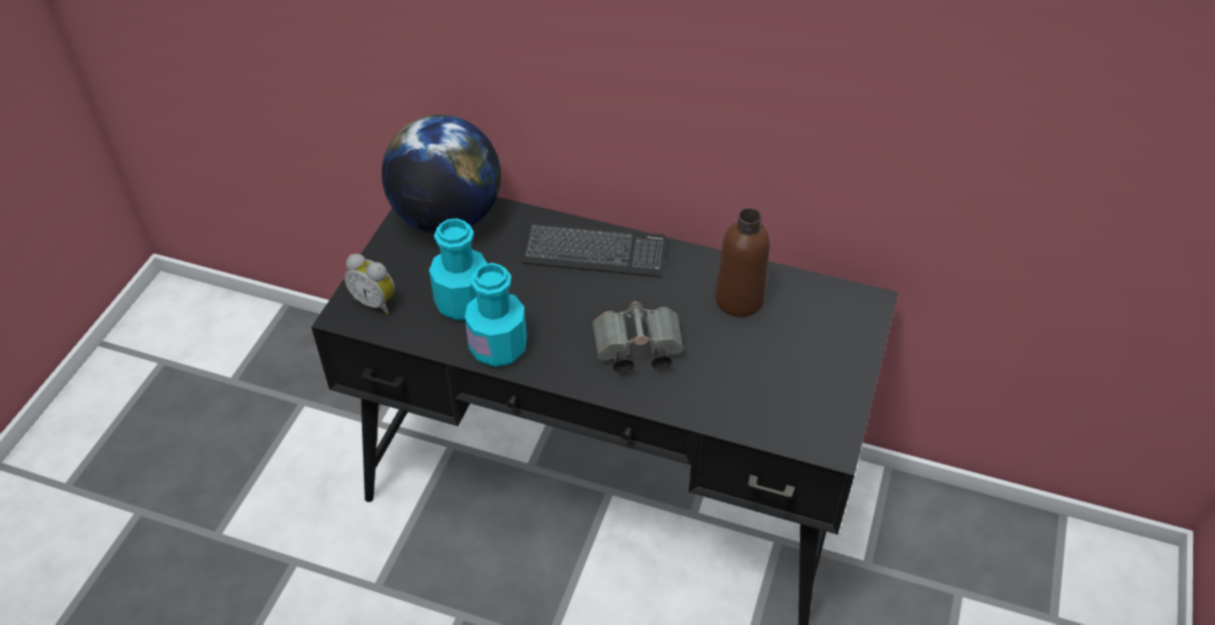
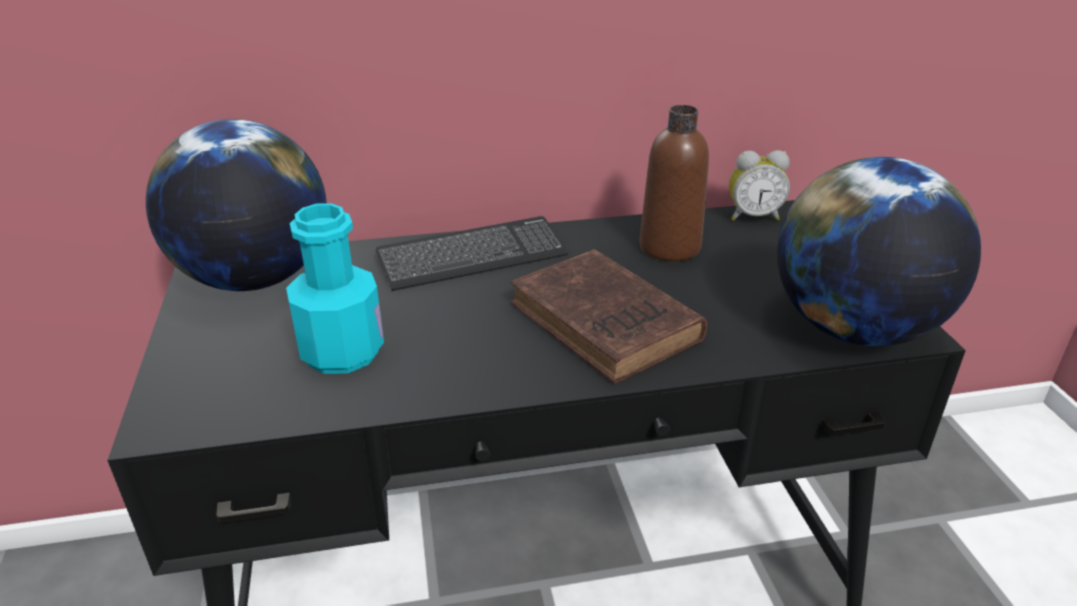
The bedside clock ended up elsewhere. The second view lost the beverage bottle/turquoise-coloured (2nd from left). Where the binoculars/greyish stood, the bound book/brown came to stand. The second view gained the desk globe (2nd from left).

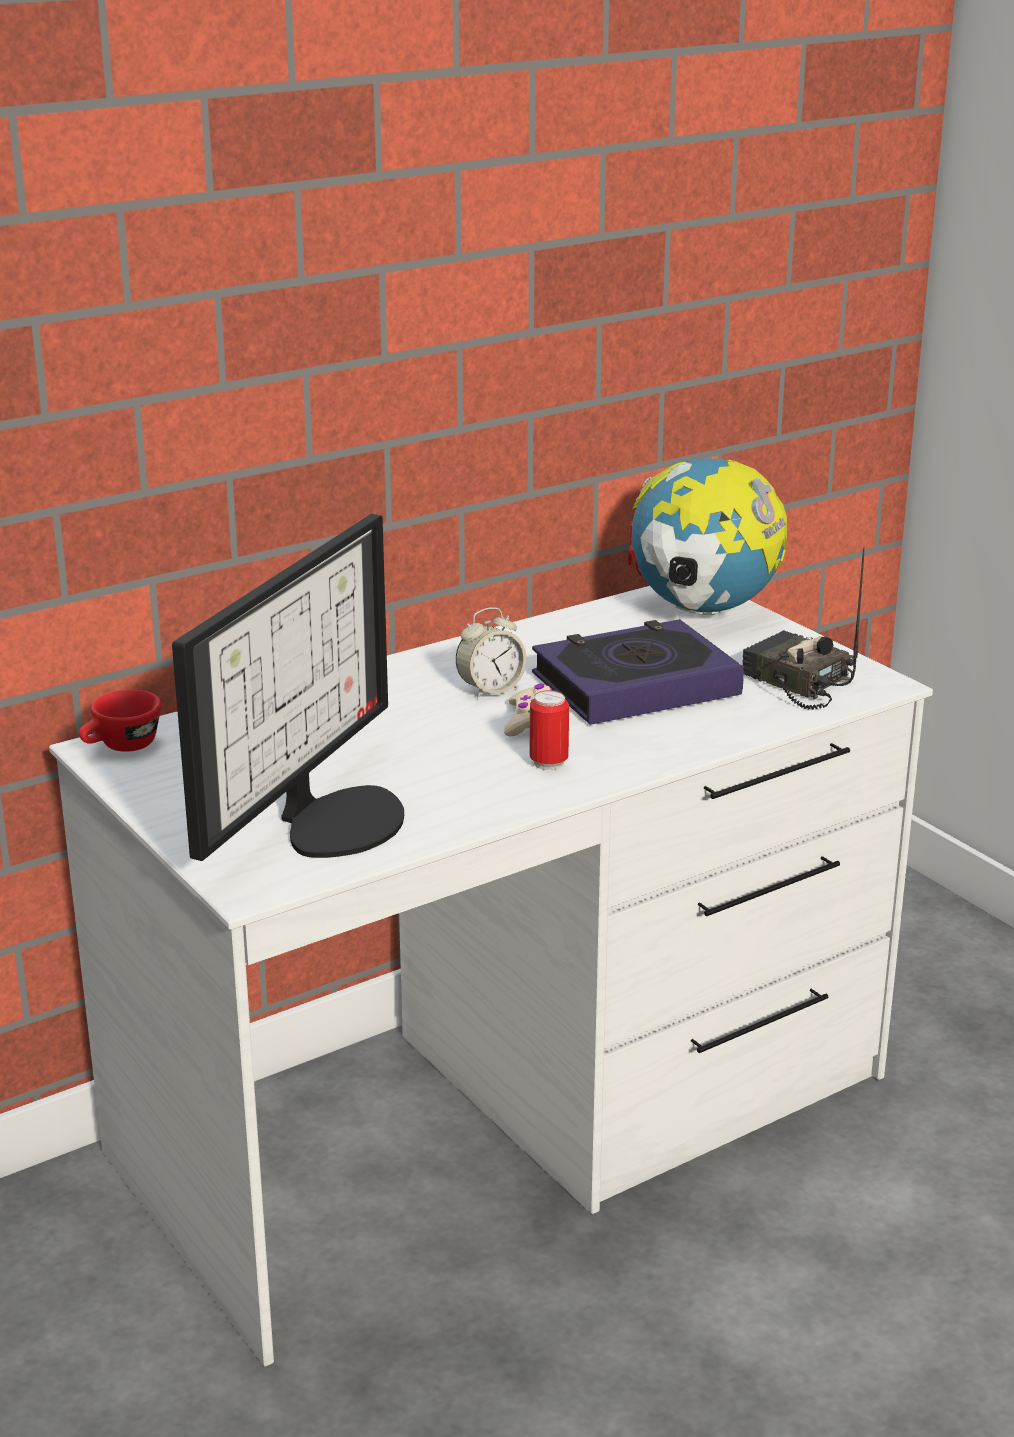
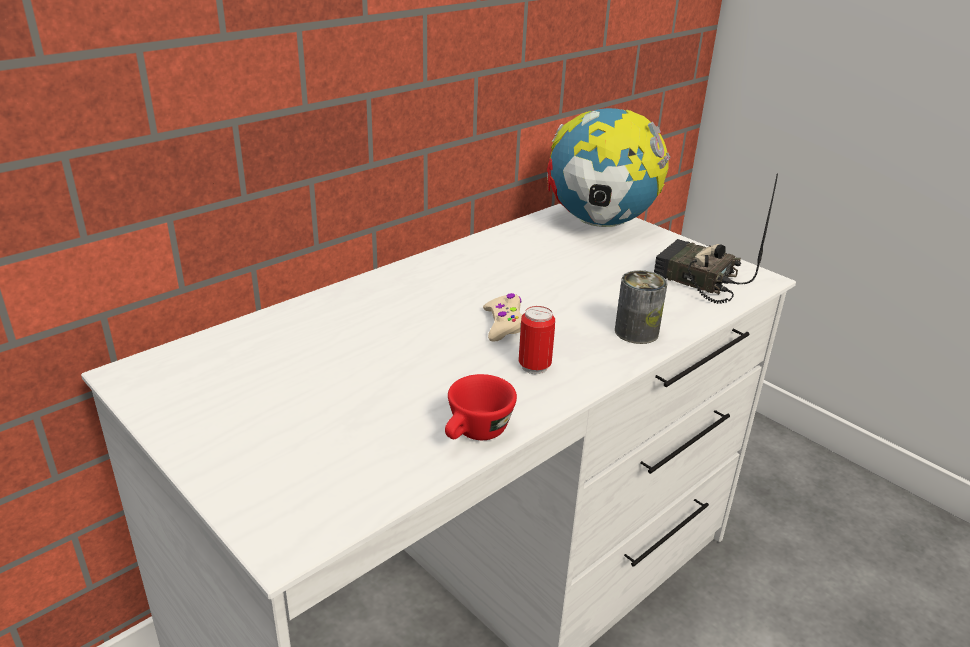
The cup/red ended up elsewhere. The second view lost the monitor. The second view lost the bedside clock. The second view lost the bound book. The second view gained the metal can (2nd from left).

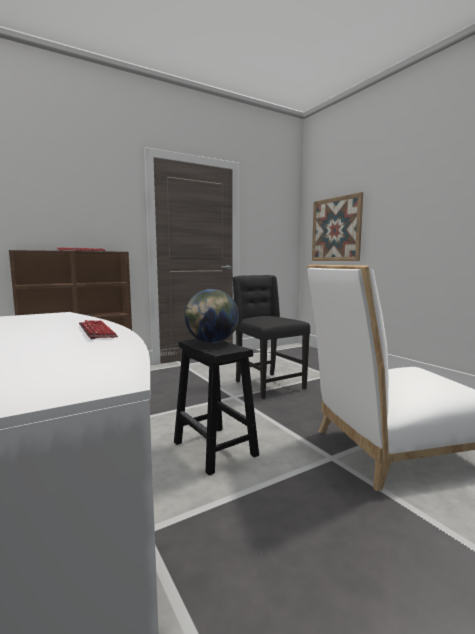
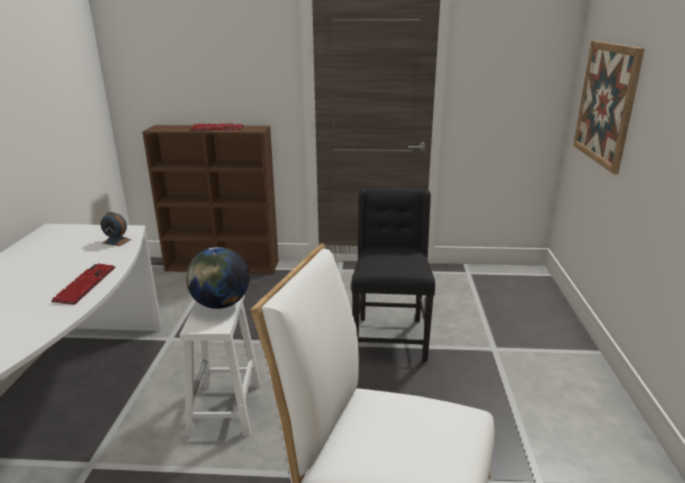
What was the stool seat/black turned into the stool seat/white. The second view gained the bedside clock.

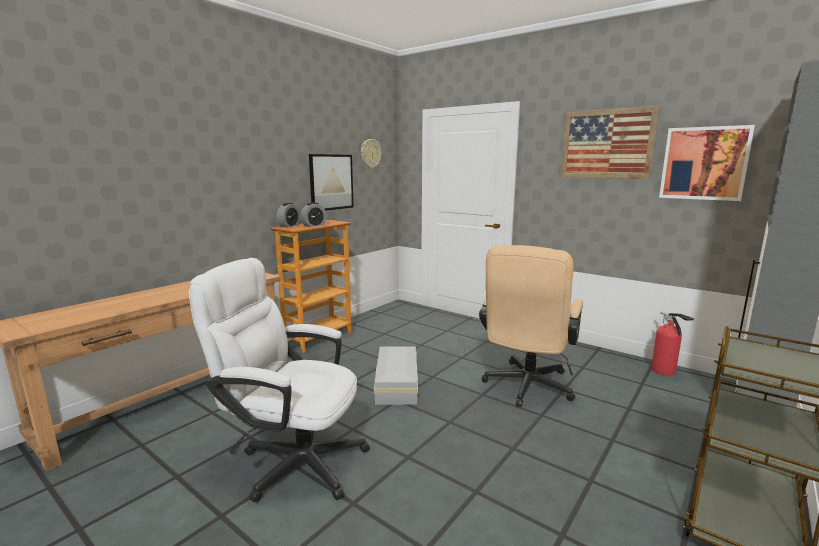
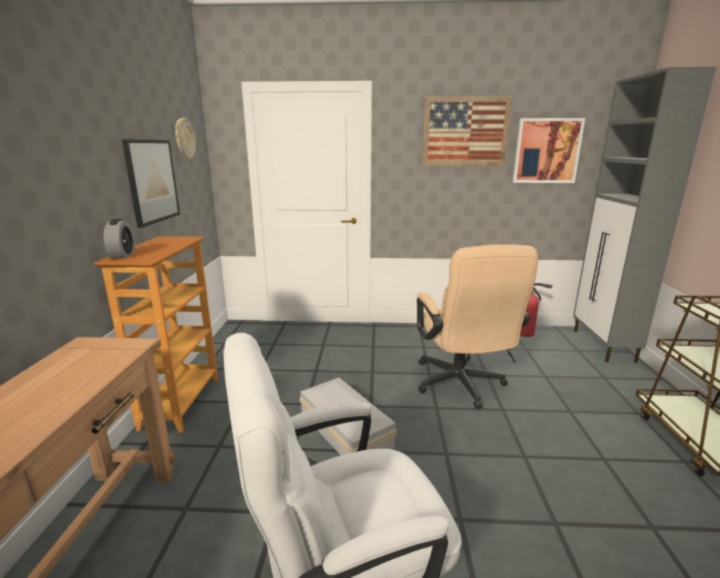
The second view lost the bedside clock (2nd from left).

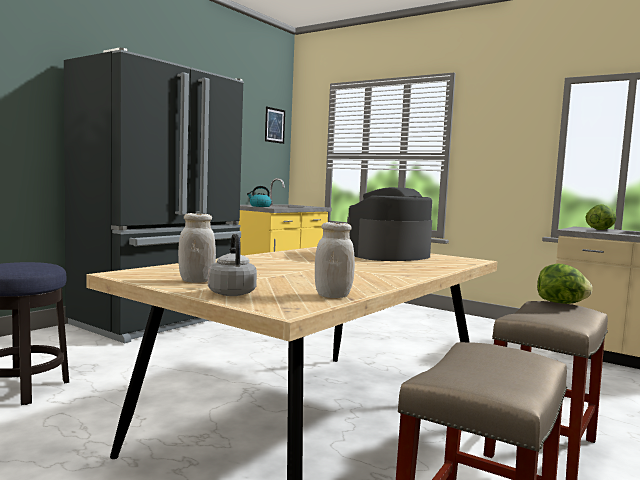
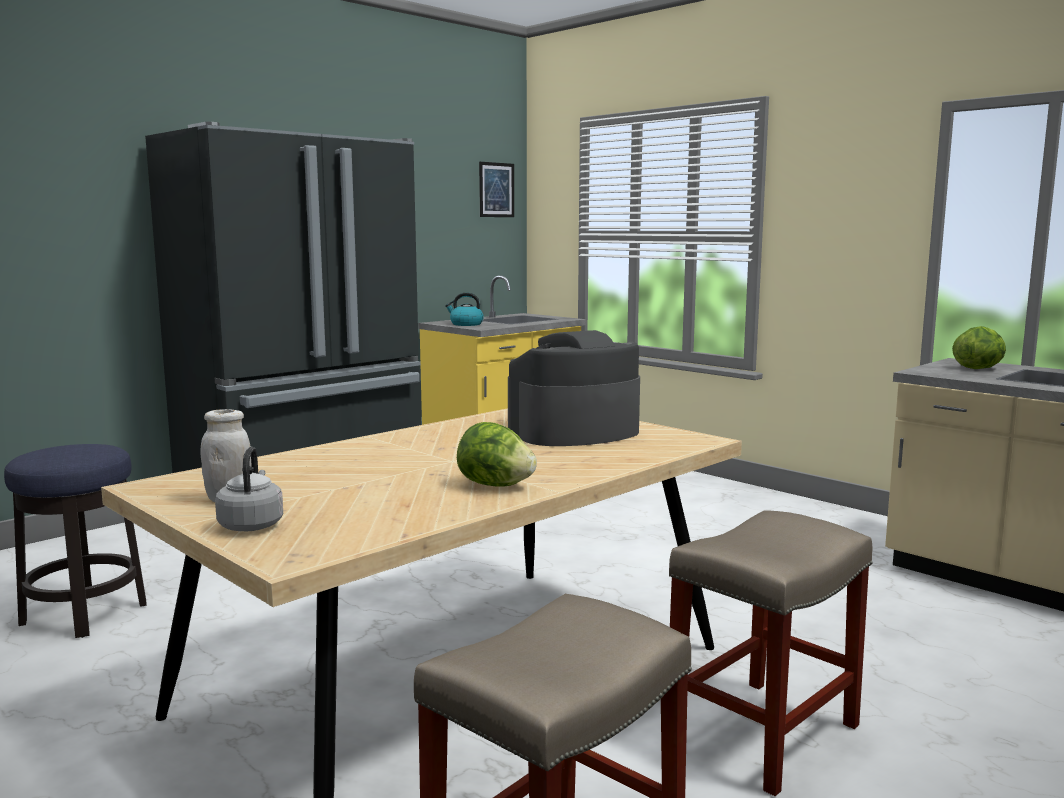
The second view lost the preserve jar/white (2nd from left). The lettuce (1st from left) ended up elsewhere.

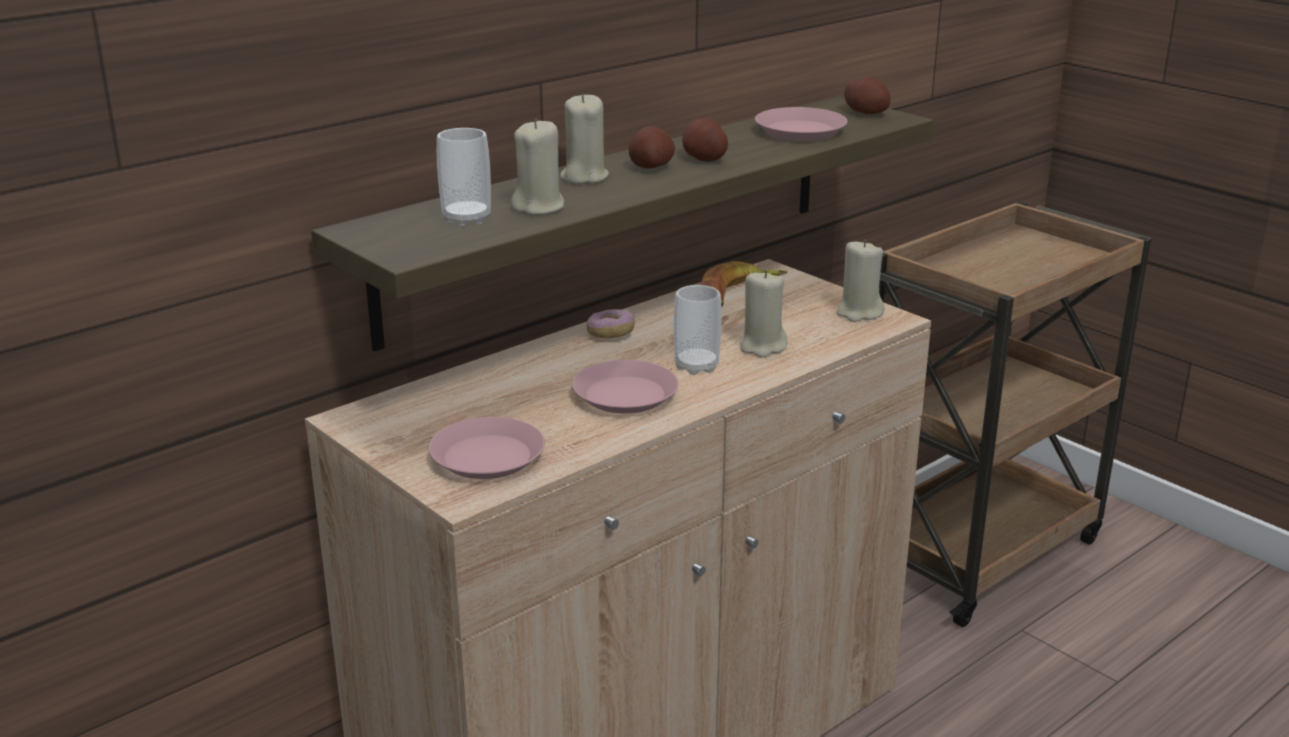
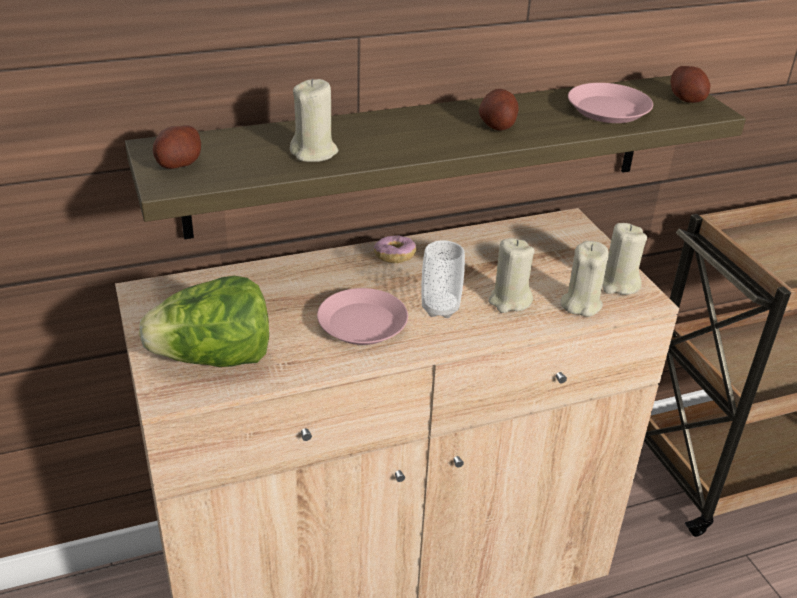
Where the flat dish/pink (1st from left) stood, the lettuce came to stand. The second view lost the cup (1st from left). The candle/sand-coloured (2nd from left in the first image) ended up elsewhere. The whole potato (1st from left) ended up elsewhere. The second view lost the banana.

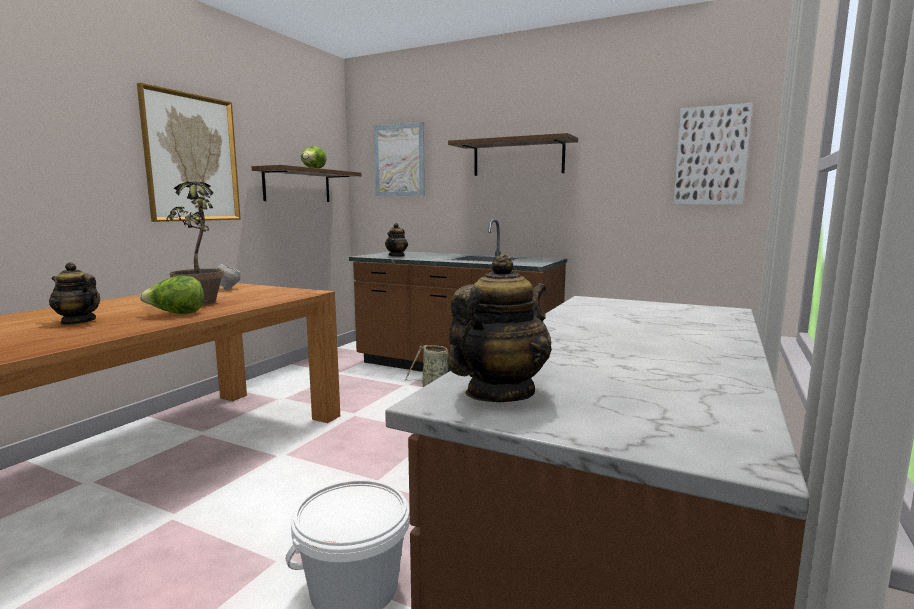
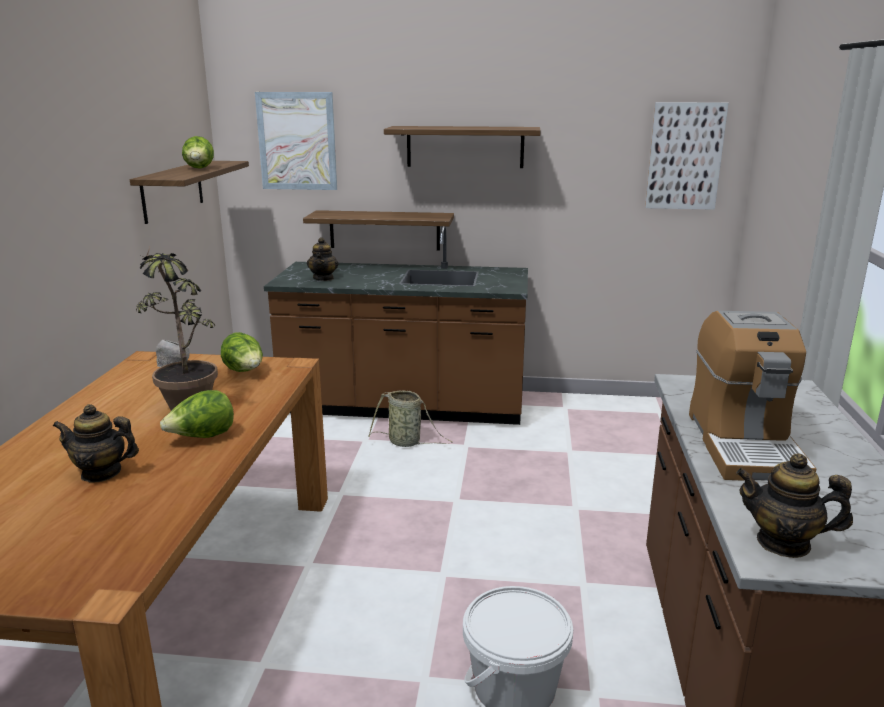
The second view lost the wall art (1st from left). The pot for tea (3rd from left) ended up facing another way, 90 degrees counterclockwise from before. The second view gained the lettuce (3rd from left). The second view gained the shelf (2nd from left). The second view gained the coffee maker.

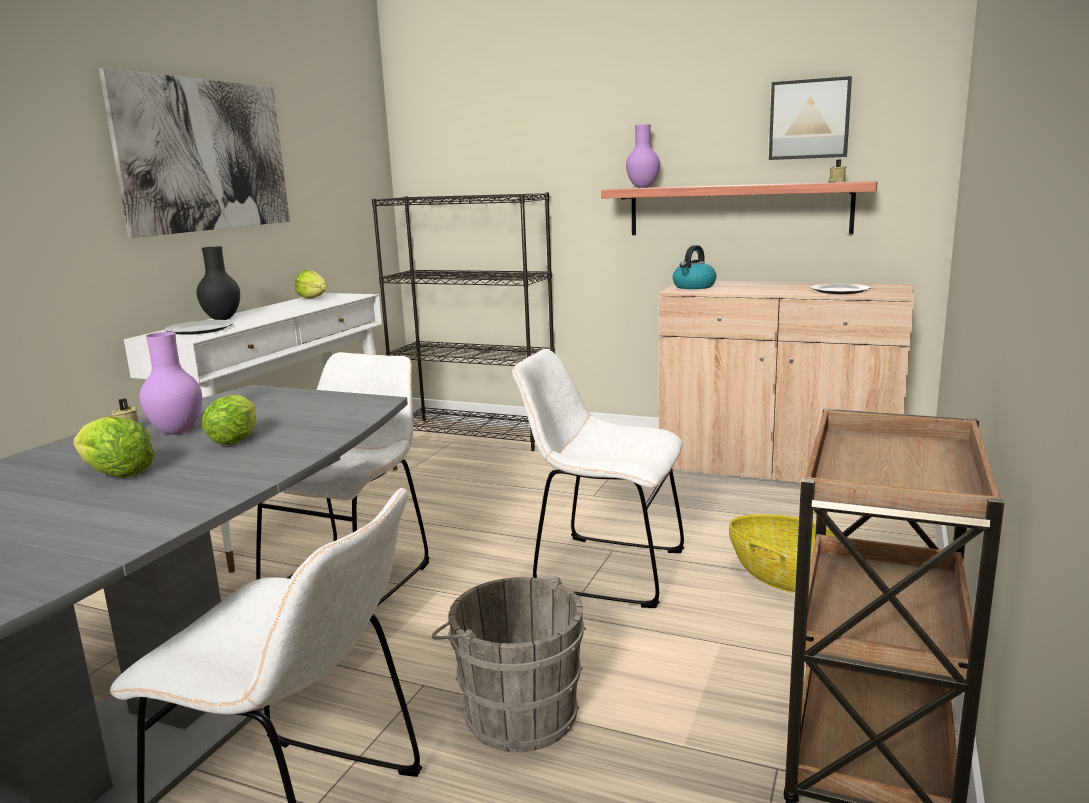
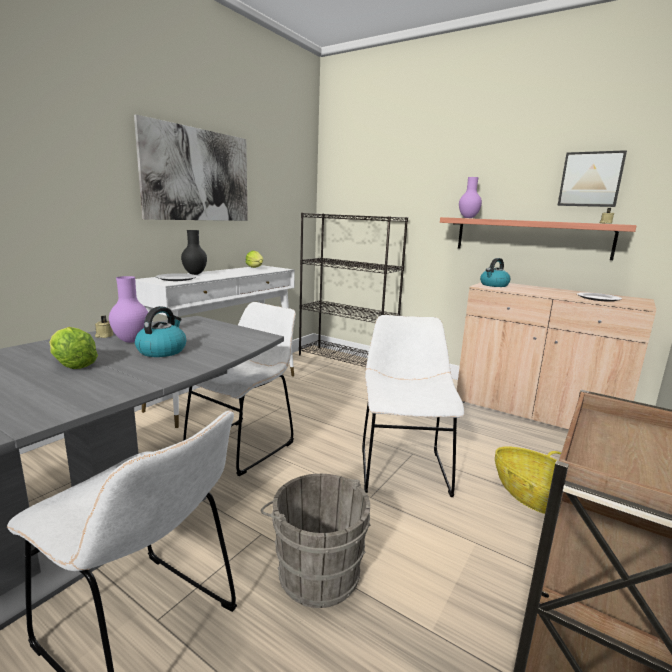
Where the lettuce (2nd from left) stood, the kettle (1st from left) came to stand. The upright chair/white (3rd from left) ended up facing another way, 60 degrees clockwise from before.

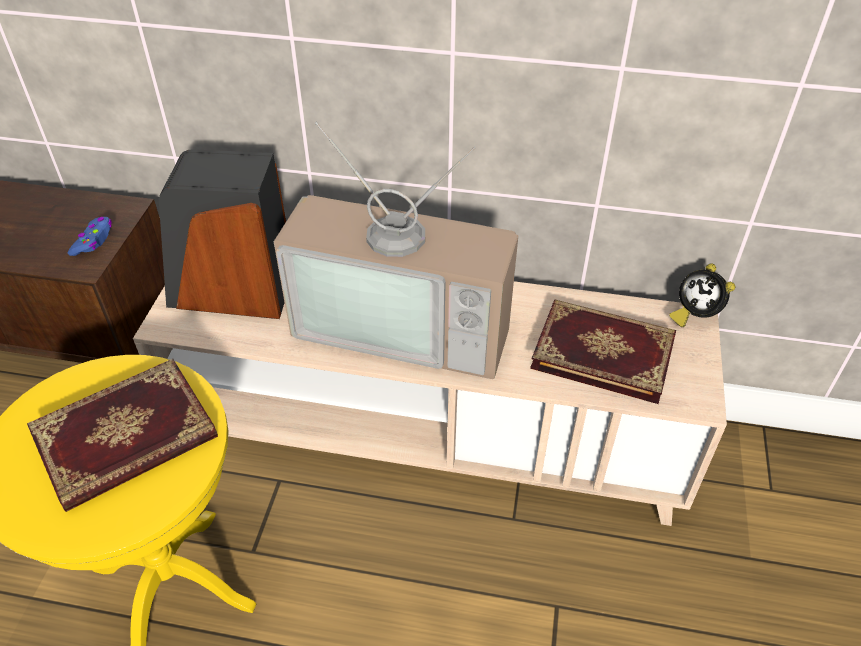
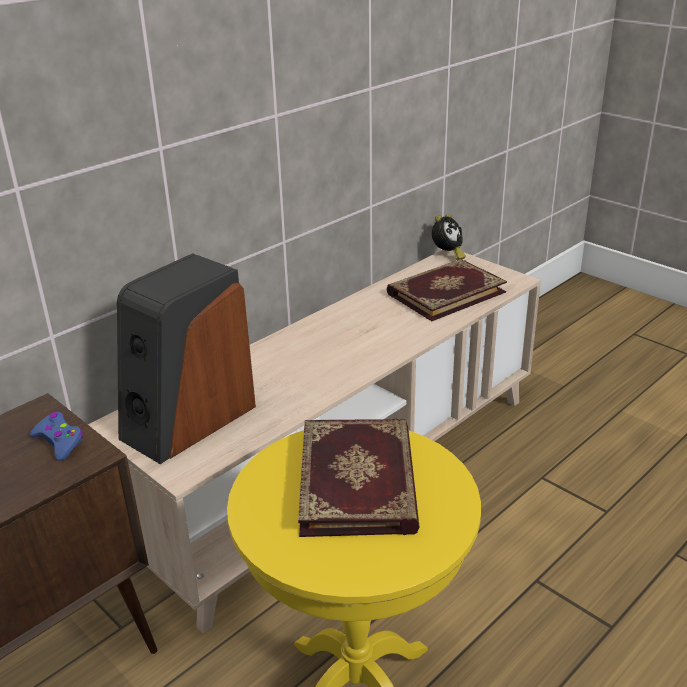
The second view lost the television. The bedside clock ended up facing another way, 45 degrees counterclockwise from before.

